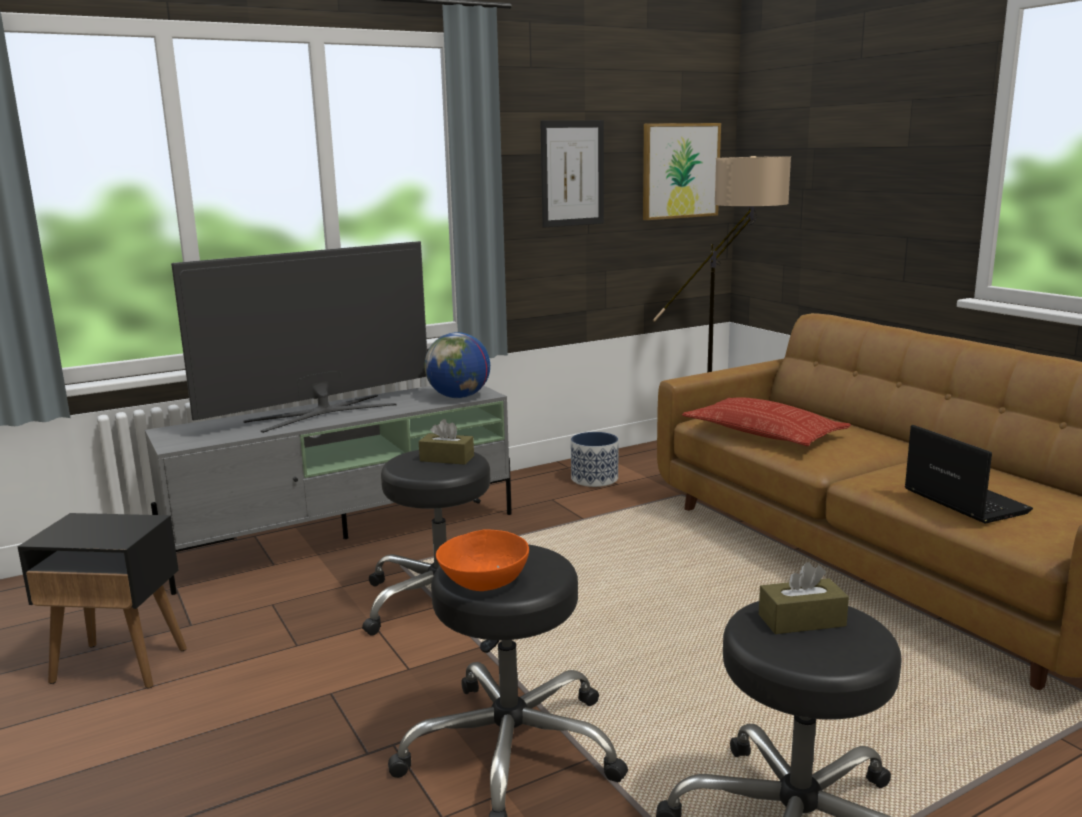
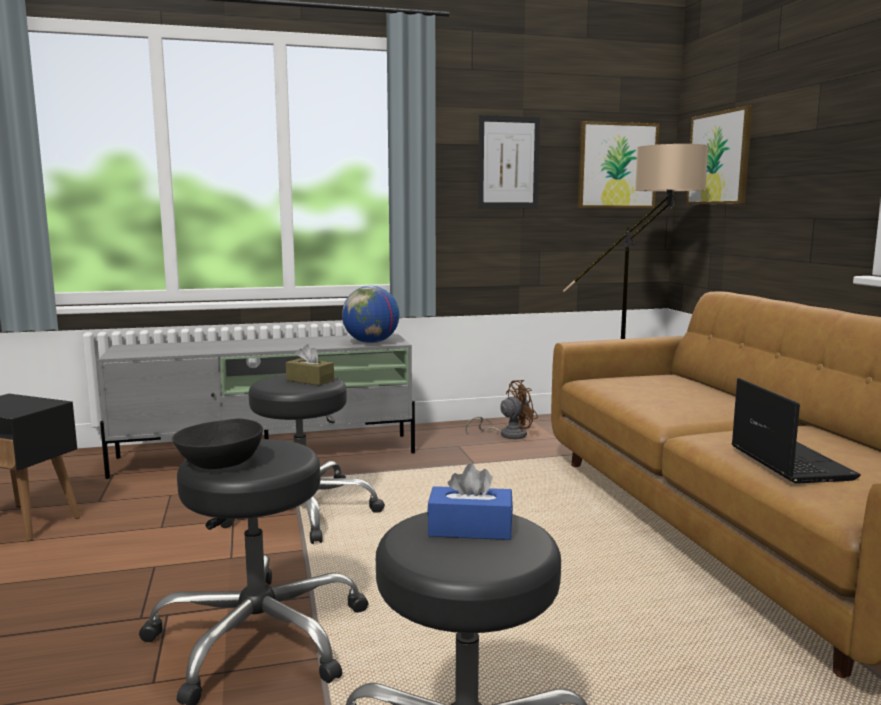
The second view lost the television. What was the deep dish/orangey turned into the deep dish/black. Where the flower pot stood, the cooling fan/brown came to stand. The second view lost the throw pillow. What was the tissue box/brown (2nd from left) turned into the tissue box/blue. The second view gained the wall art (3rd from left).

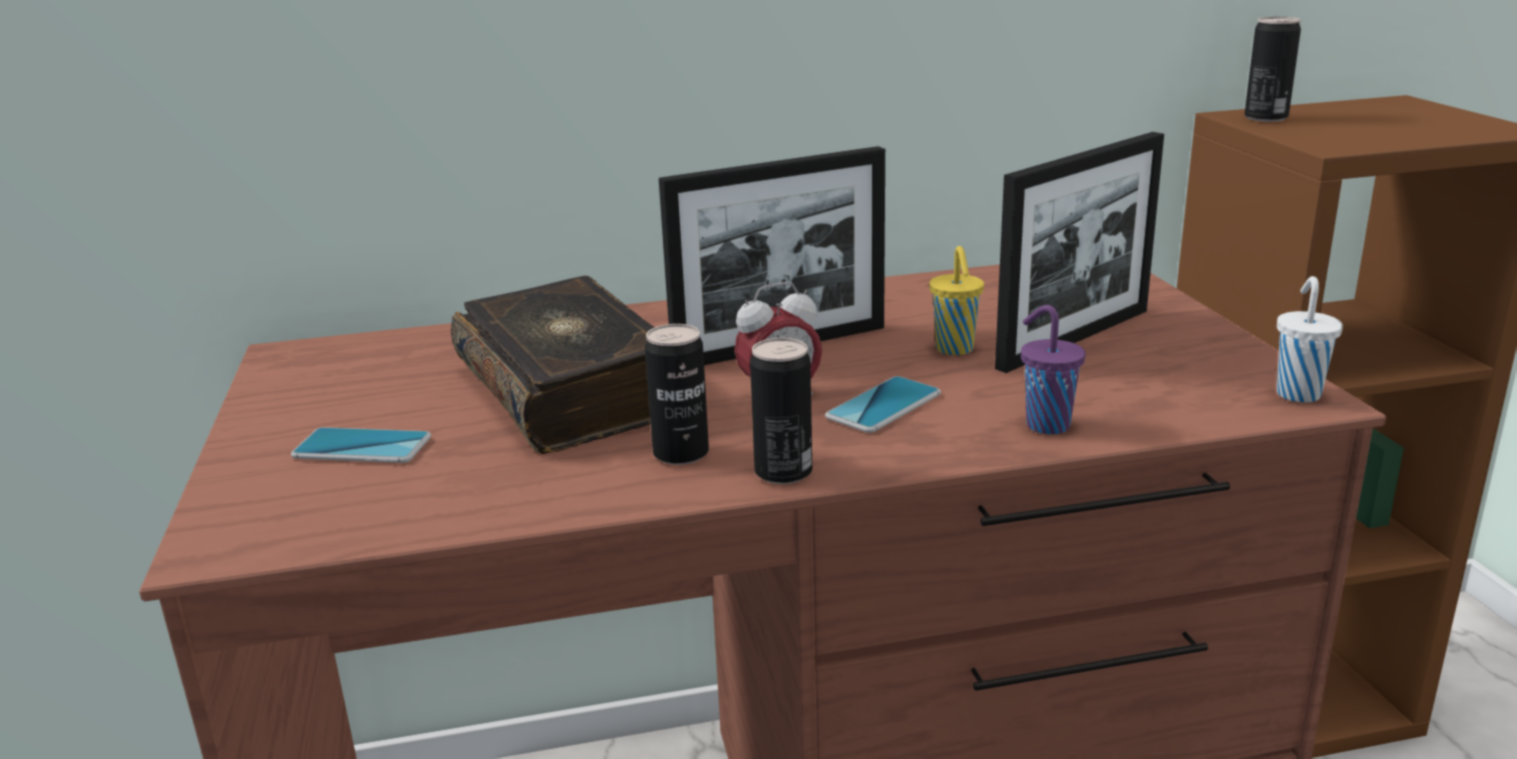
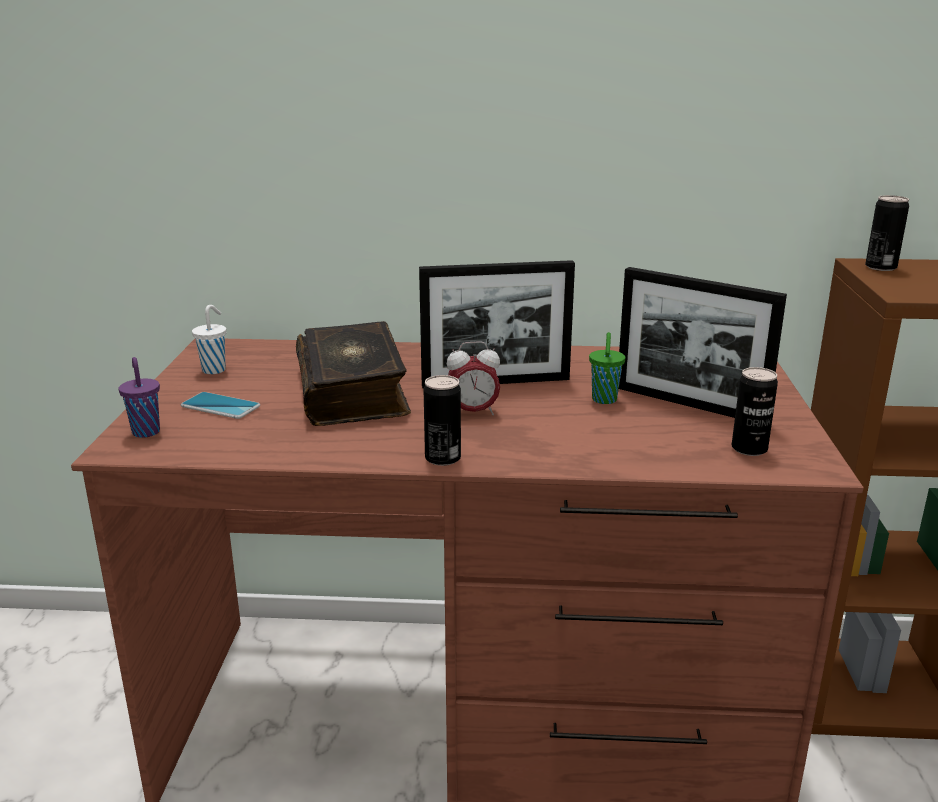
The metal can (1st from left in the first image) ended up elsewhere. The second view lost the phone (2nd from left). What was the cup/yellow turned into the cup/green. The photo frame (2nd from left) ended up facing another way, 60 degrees clockwise from before. The cup/purplish ended up elsewhere. The cup/white ended up elsewhere.

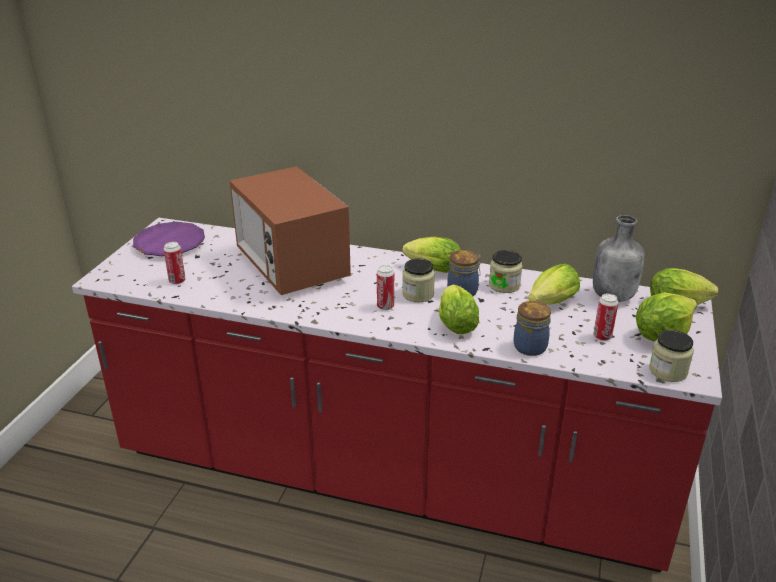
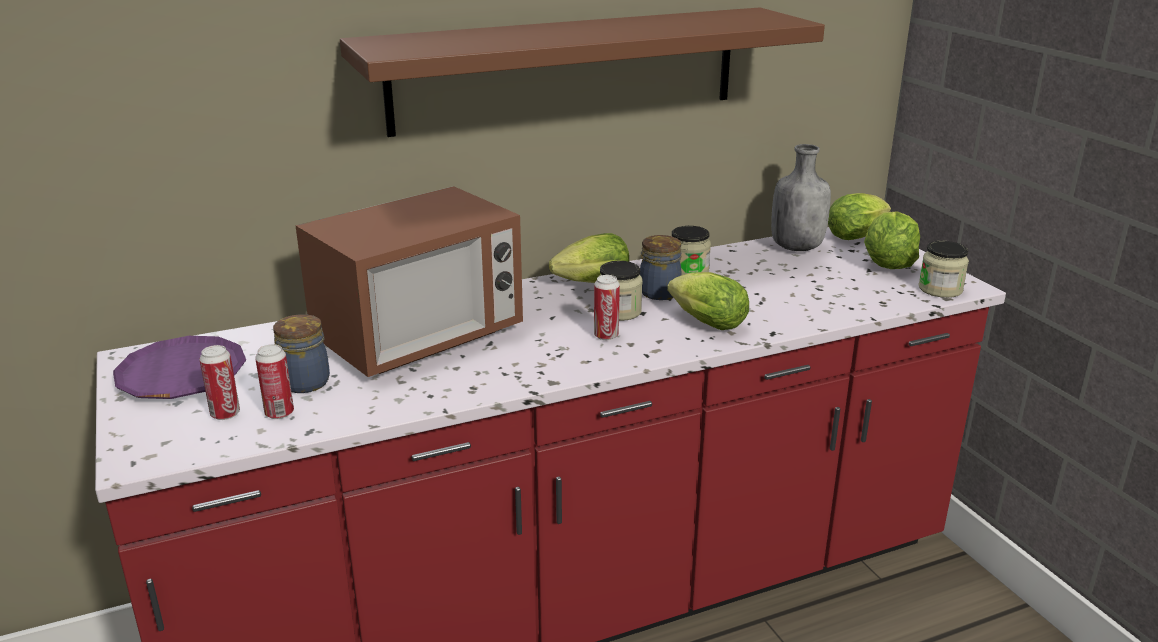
The microwave ended up facing another way, 60 degrees counterclockwise from before. The preserve jar (4th from left in the first image) ended up elsewhere. The second view lost the lettuce (3rd from left). The metal can (3rd from left in the first image) ended up elsewhere. The second view gained the shelf/brown.

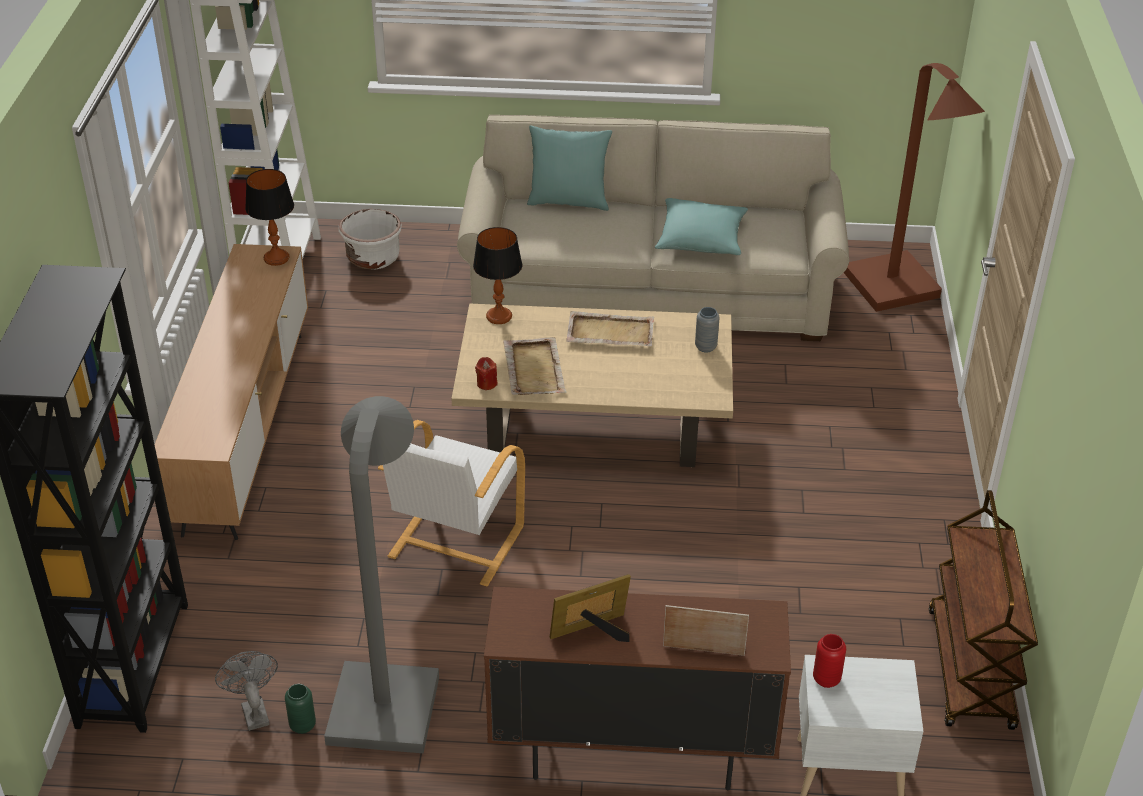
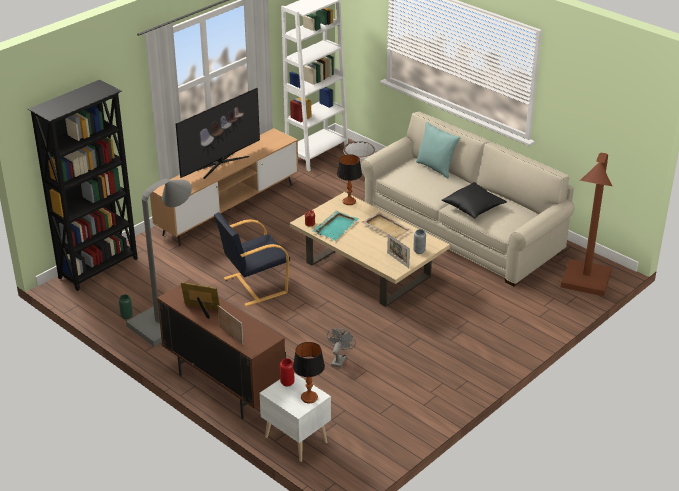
The cooling fan/greyish ended up elsewhere. The tabletop lamp (1st from left) ended up elsewhere. What was the lounge chair/white turned into the lounge chair/black. What was the serving tray/sand-coloured (1st from left) turned into the serving tray/turquoise-coloured. What was the throw pillow/turquoise-coloured (2nd from left) turned into the throw pillow/black. The second view lost the wheeled cart/brown. The second view gained the television. The second view gained the photo frame (3rd from left).

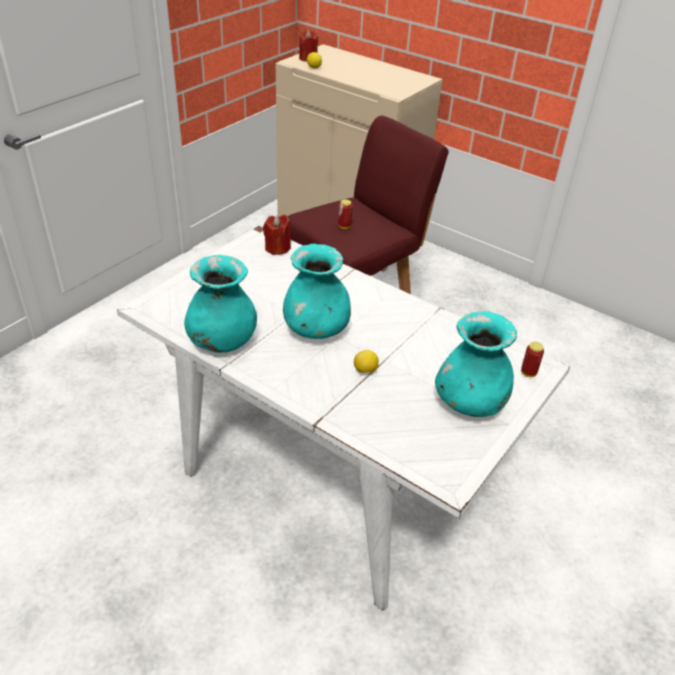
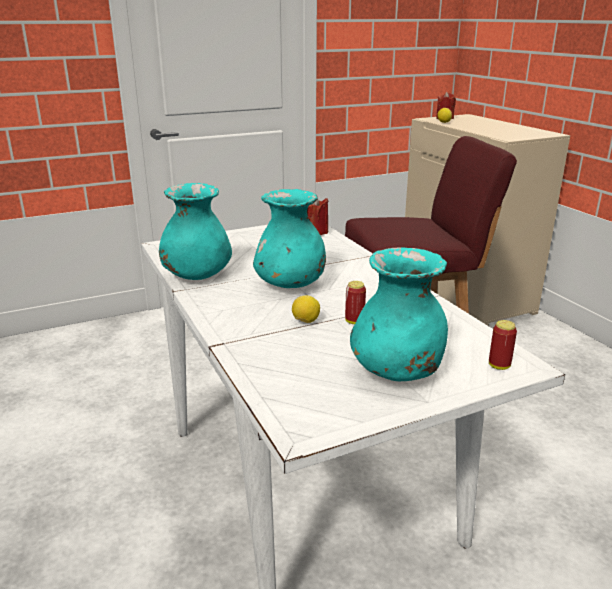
The metal can (1st from left) ended up elsewhere.

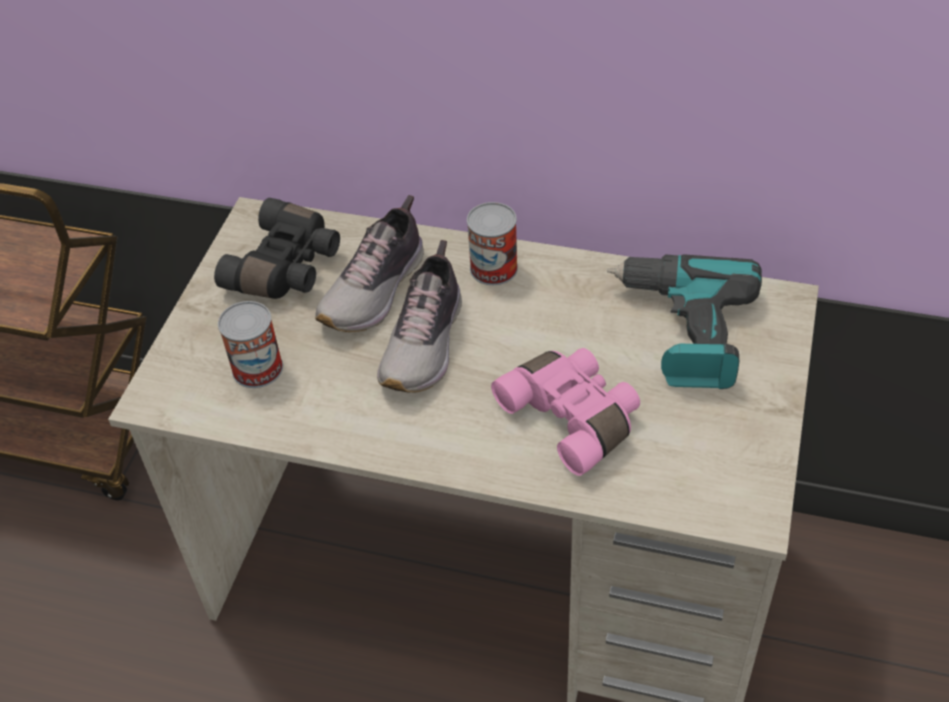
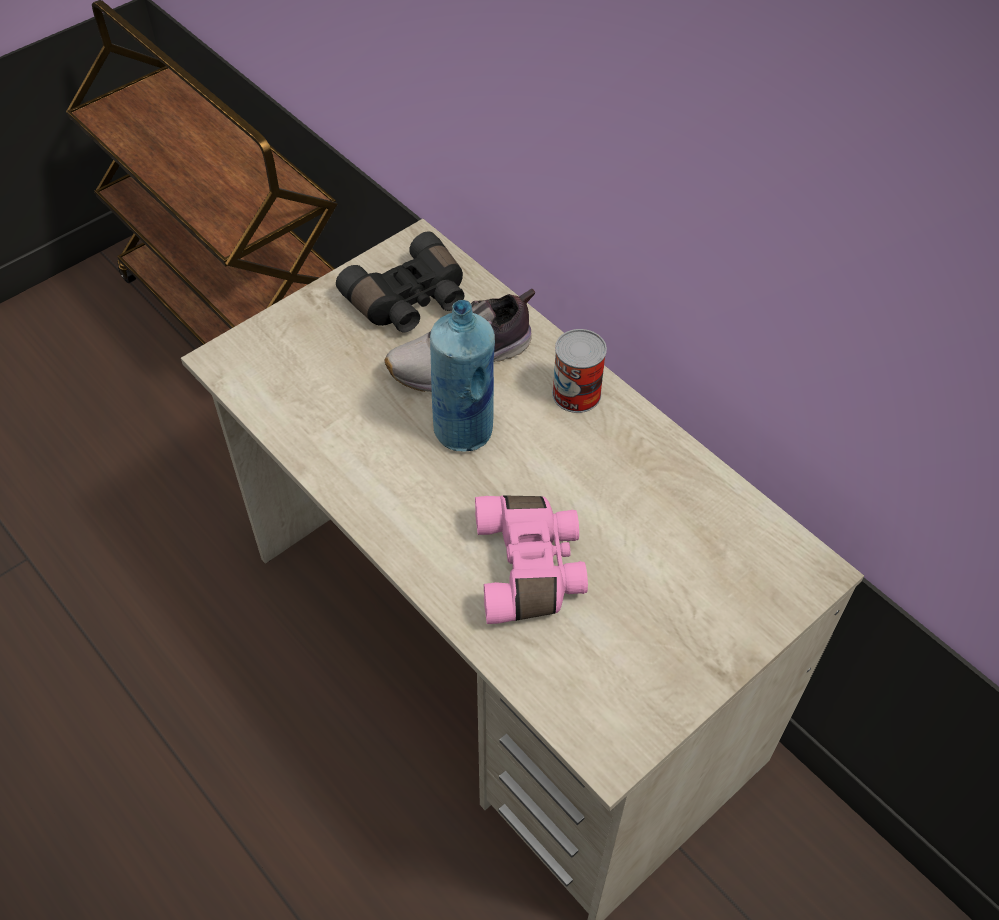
The second view lost the metal can (1st from left). Where the low shoe (2nd from left) stood, the beverage bottle/blue came to stand. The second view lost the electric drill.

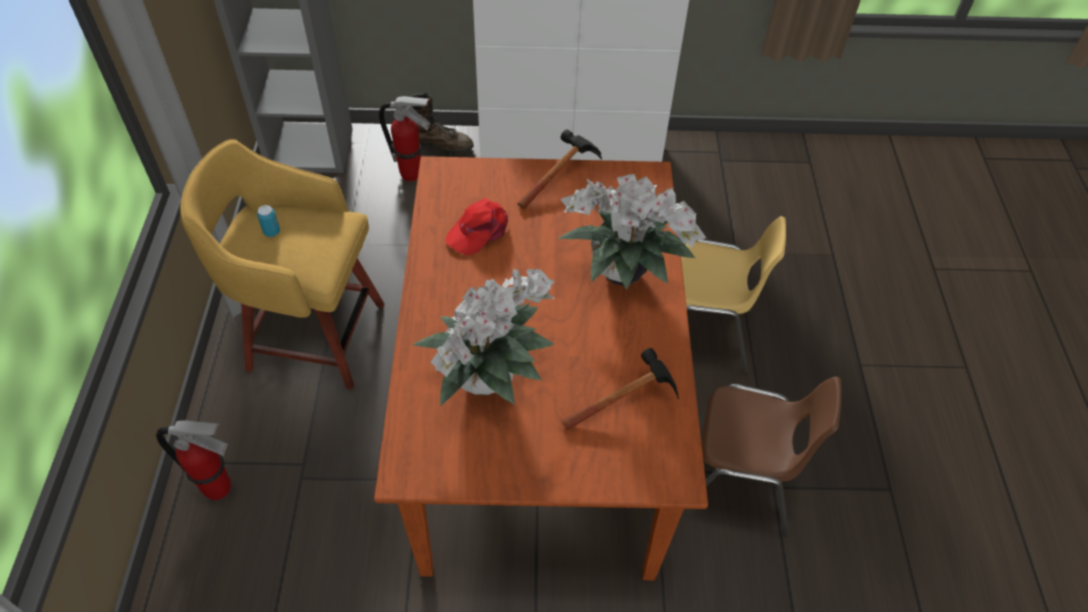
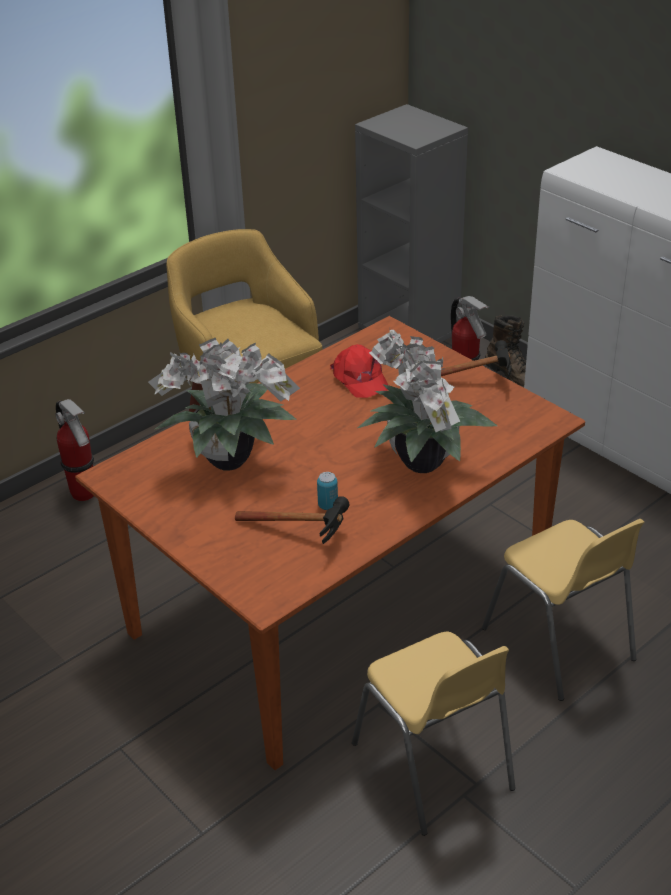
The metal can ended up elsewhere. The peaked cap/red ended up facing another way, 120 degrees counterclockwise from before. What was the upright chair/brown turned into the upright chair/yellow (1st from left).

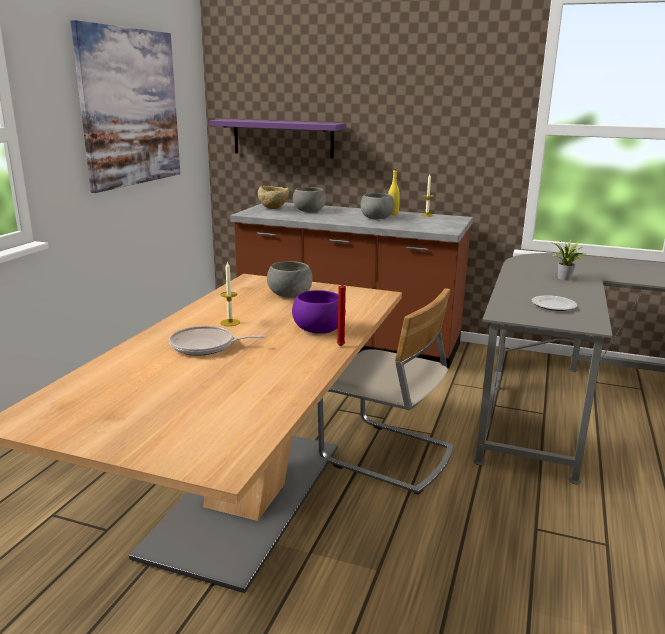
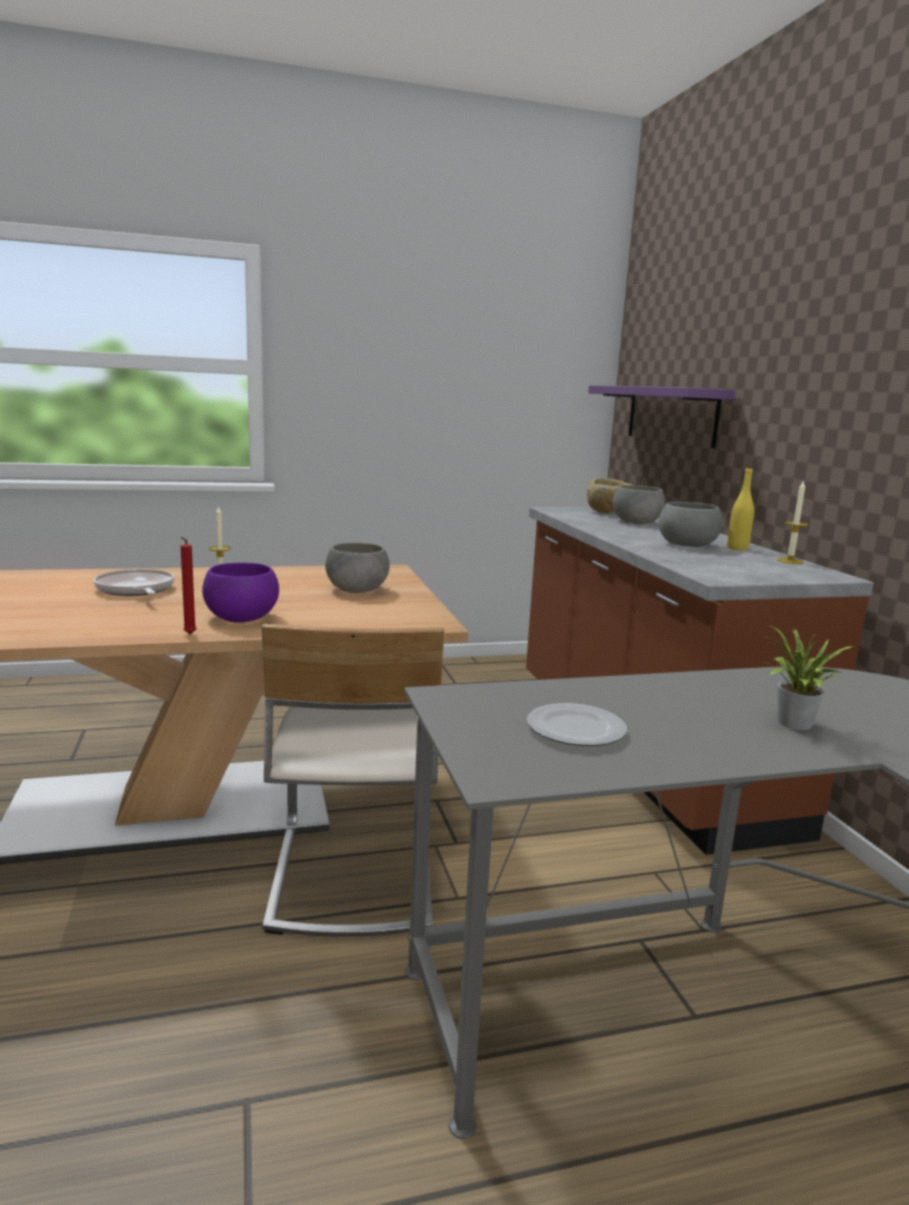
The second view lost the wall art.

